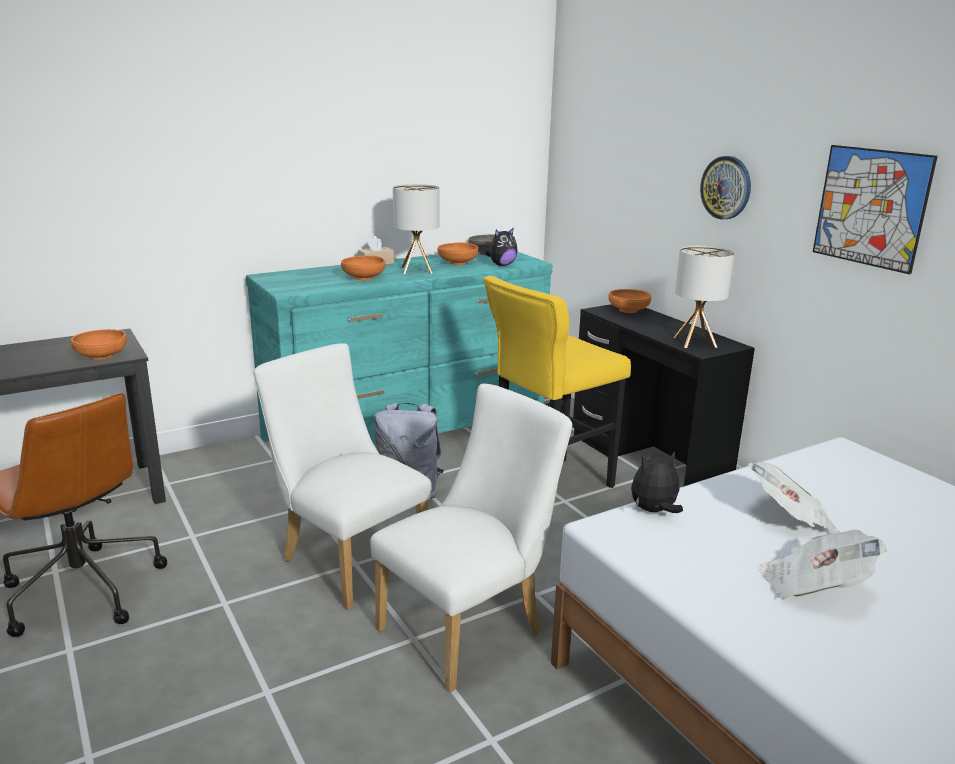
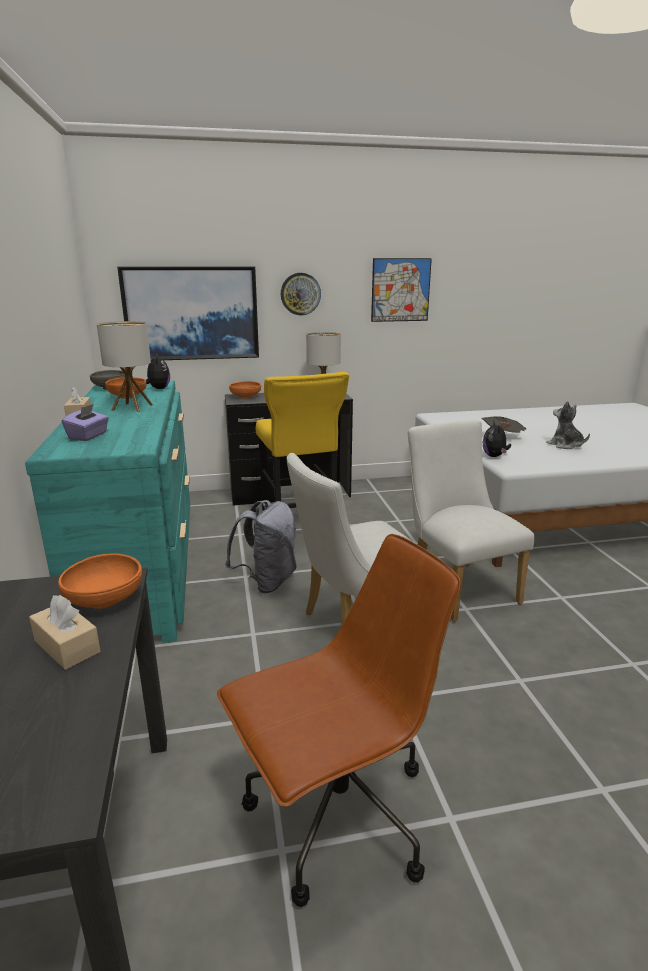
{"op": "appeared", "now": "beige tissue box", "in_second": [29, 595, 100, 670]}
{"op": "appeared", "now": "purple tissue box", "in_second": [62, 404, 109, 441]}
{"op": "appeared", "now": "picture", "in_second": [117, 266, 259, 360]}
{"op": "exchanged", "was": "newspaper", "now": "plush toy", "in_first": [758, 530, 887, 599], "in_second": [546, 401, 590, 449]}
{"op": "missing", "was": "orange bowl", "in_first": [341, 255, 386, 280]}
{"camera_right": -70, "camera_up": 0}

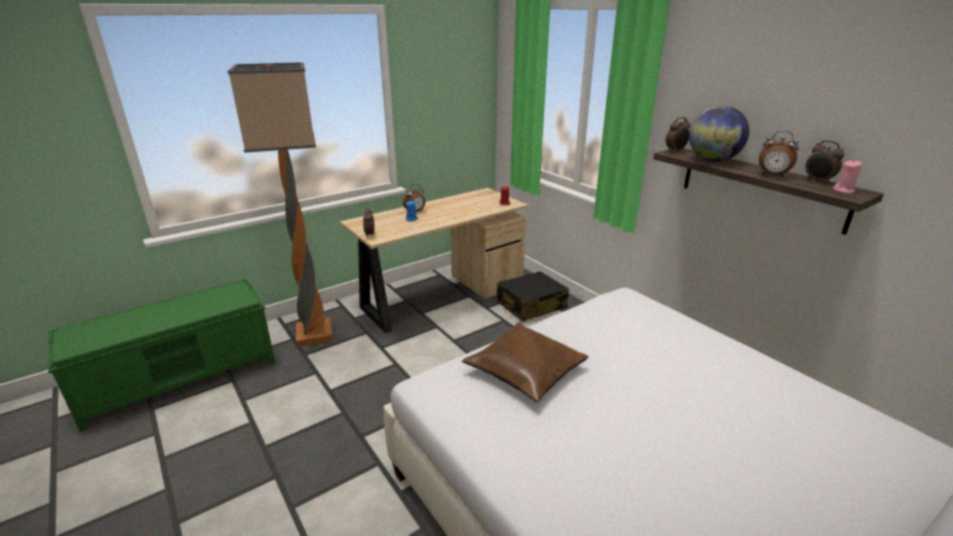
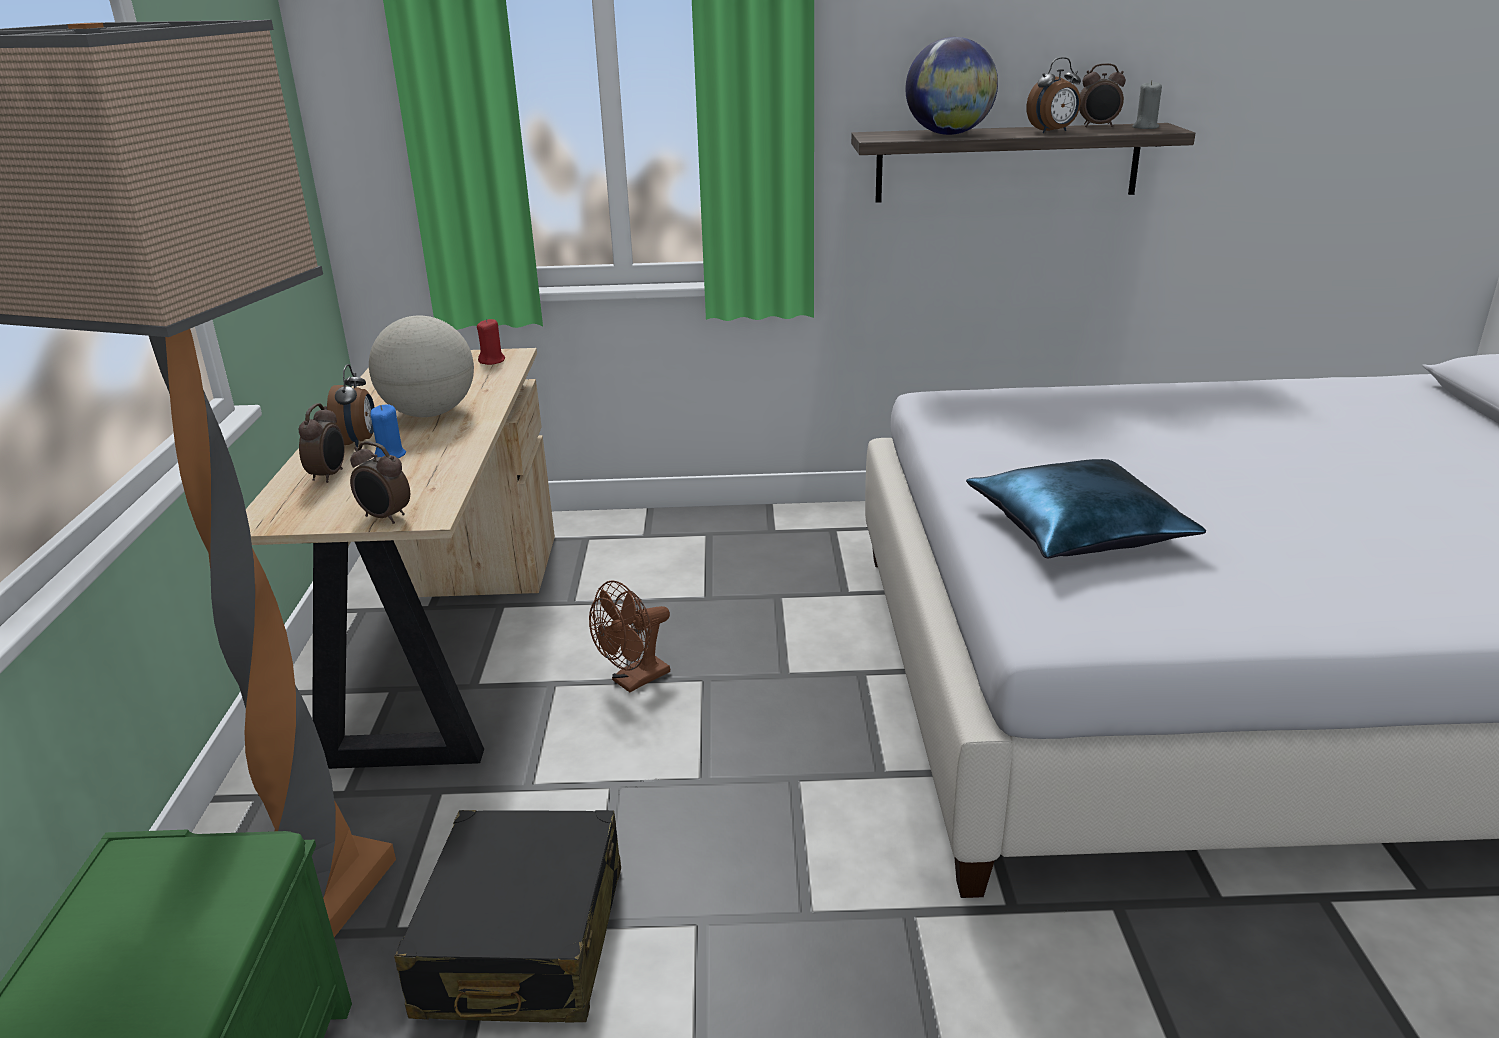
{"op": "relocated", "was": "alarm clock", "in_first": [666, 117, 690, 153], "in_second": [299, 403, 345, 483]}
{"op": "appeared", "now": "globe", "in_second": [369, 315, 474, 417]}
{"op": "relocated", "was": "black suitcase", "in_first": [496, 271, 569, 321], "in_second": [394, 810, 621, 1023]}
{"op": "appeared", "now": "brown fan", "in_second": [589, 580, 670, 692]}
{"op": "colour", "was": "brown pillow", "now": "blue pillow", "in_first": [462, 322, 588, 403], "in_second": [966, 459, 1206, 558]}
{"op": "colour", "was": "pink candle", "now": "grey candle", "in_first": [833, 160, 862, 193], "in_second": [1132, 80, 1162, 129]}
{"camera_right": -55, "camera_up": 0}

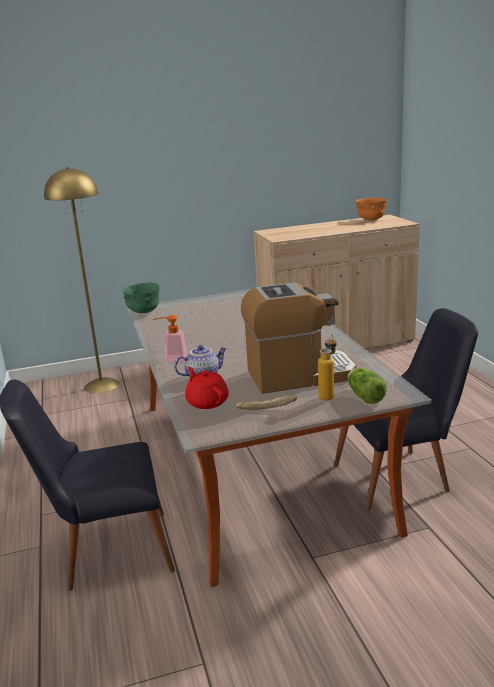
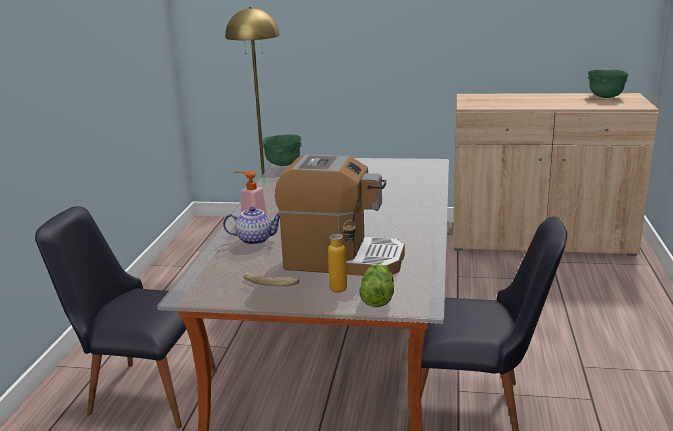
{"op": "colour", "was": "orange bowl", "now": "green bowl", "in_first": [356, 198, 387, 221], "in_second": [588, 70, 628, 98]}
{"op": "missing", "was": "red teapot", "in_first": [185, 367, 229, 409]}
{"camera_right": 25, "camera_up": 0}

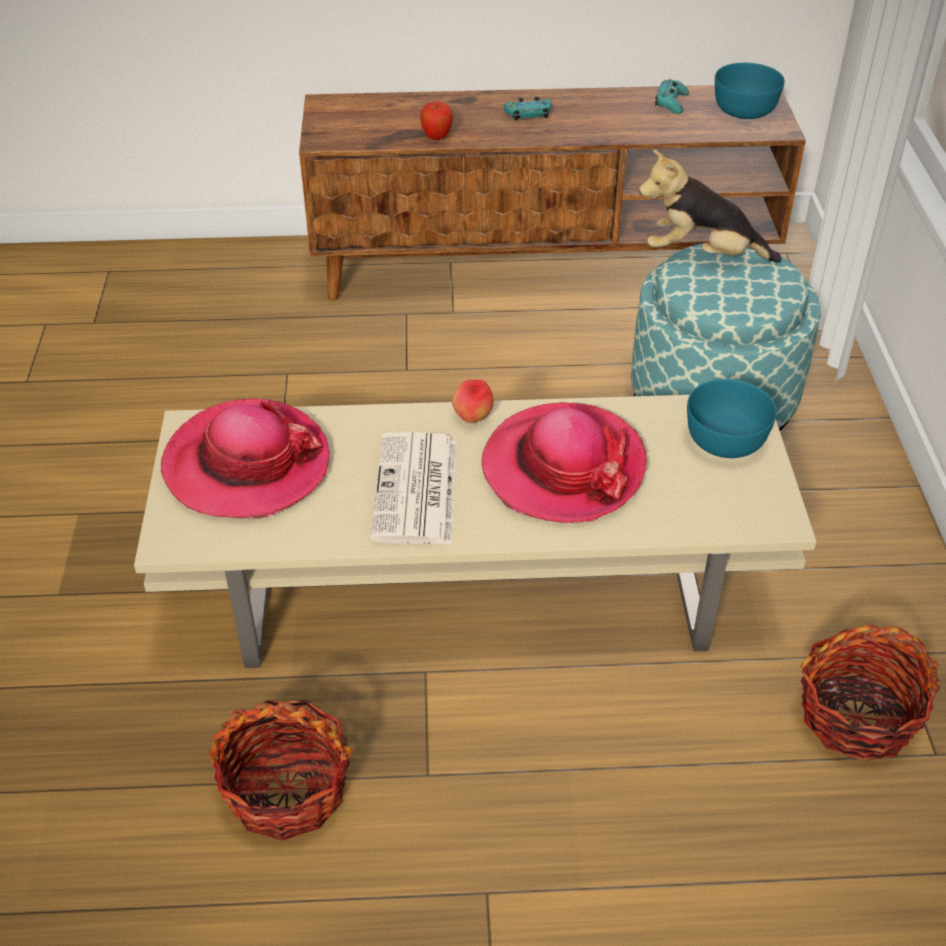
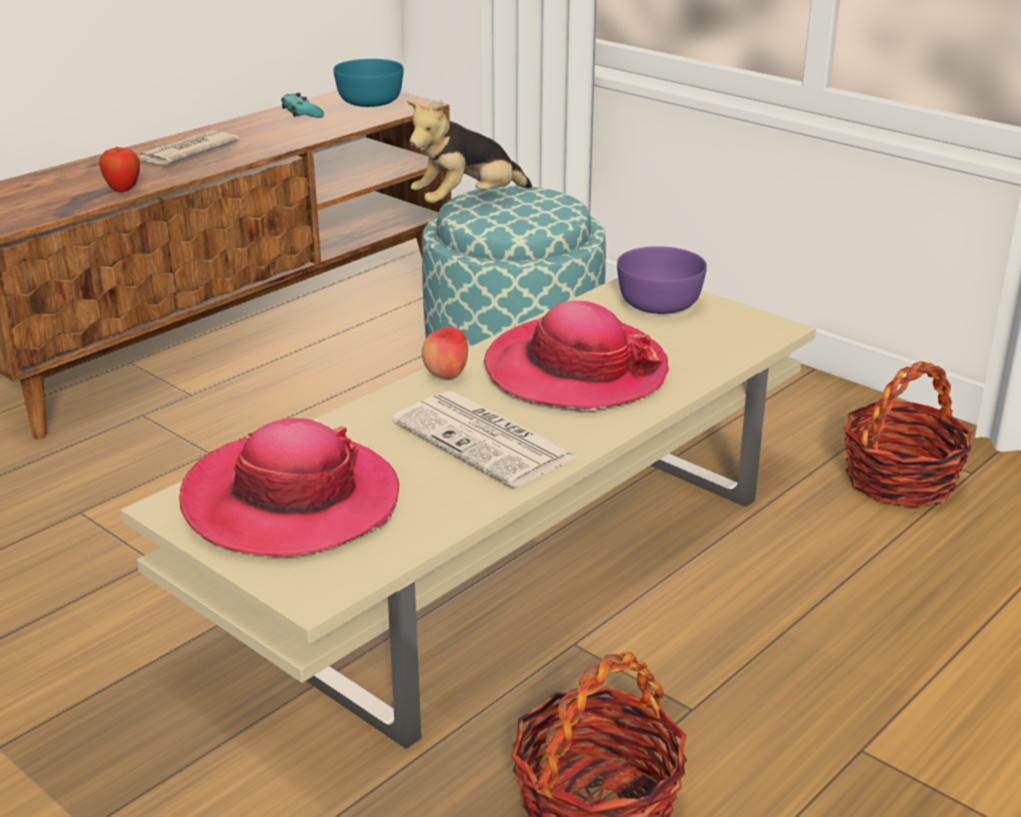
{"op": "exchanged", "was": "turquoise game controller", "now": "newspaper", "in_first": [504, 97, 551, 120], "in_second": [139, 130, 239, 165]}
{"op": "colour", "was": "turquoise bowl", "now": "purple bowl", "in_first": [687, 379, 777, 458], "in_second": [617, 246, 707, 314]}
{"camera_right": -45, "camera_up": -15}

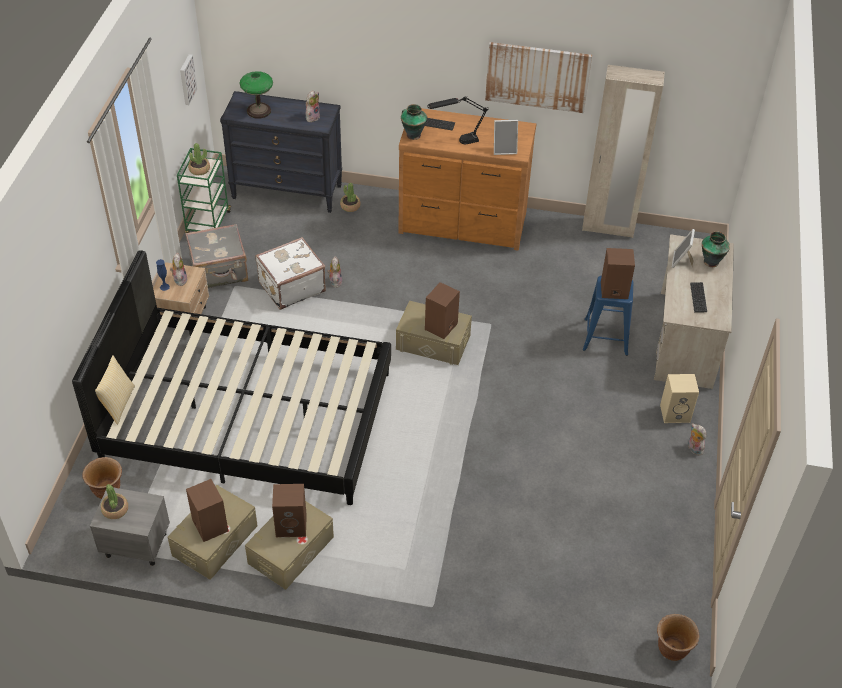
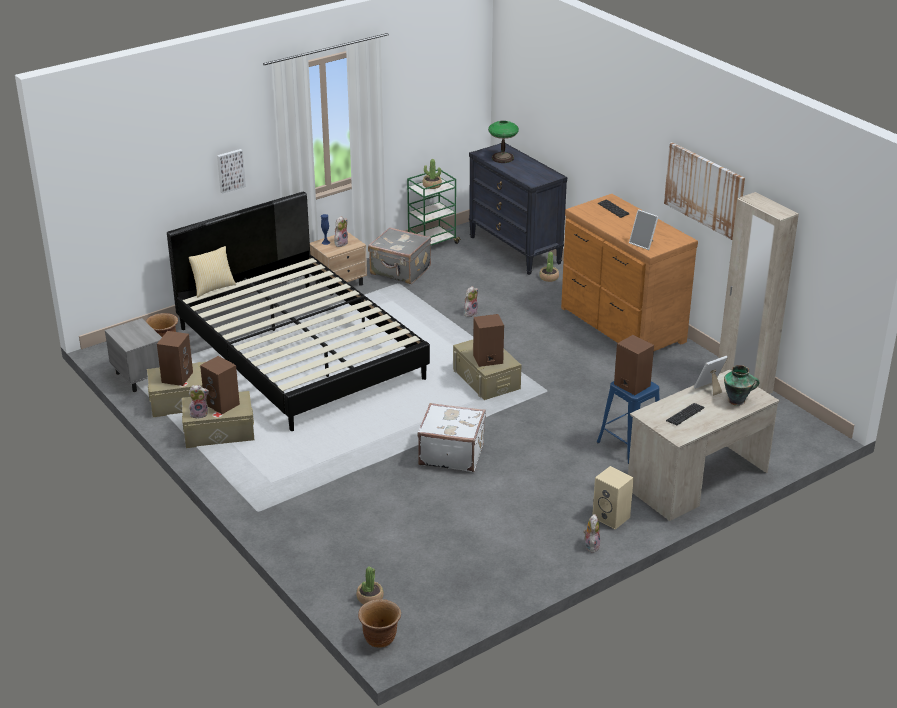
{"op": "relocated", "was": "plush toy", "in_first": [306, 90, 320, 122], "in_second": [189, 385, 209, 419]}
{"op": "relocated", "was": "picture", "in_first": [180, 54, 198, 105], "in_second": [217, 149, 246, 194]}
{"op": "relocated", "was": "potted plant", "in_first": [101, 484, 128, 519], "in_second": [356, 567, 384, 604]}
{"op": "relocated", "was": "white suitcase", "in_first": [255, 237, 326, 310], "in_second": [417, 403, 486, 472]}
{"op": "missing", "was": "vase", "in_first": [401, 104, 427, 140]}
{"op": "missing", "was": "black table lamp", "in_first": [428, 96, 489, 144]}
{"camera_right": 45, "camera_up": -15}

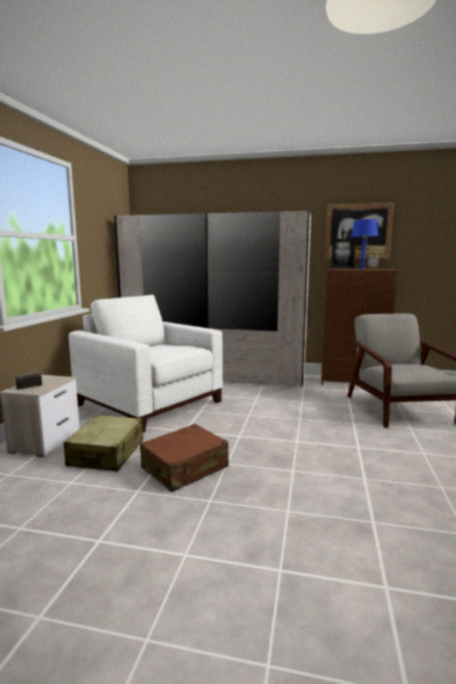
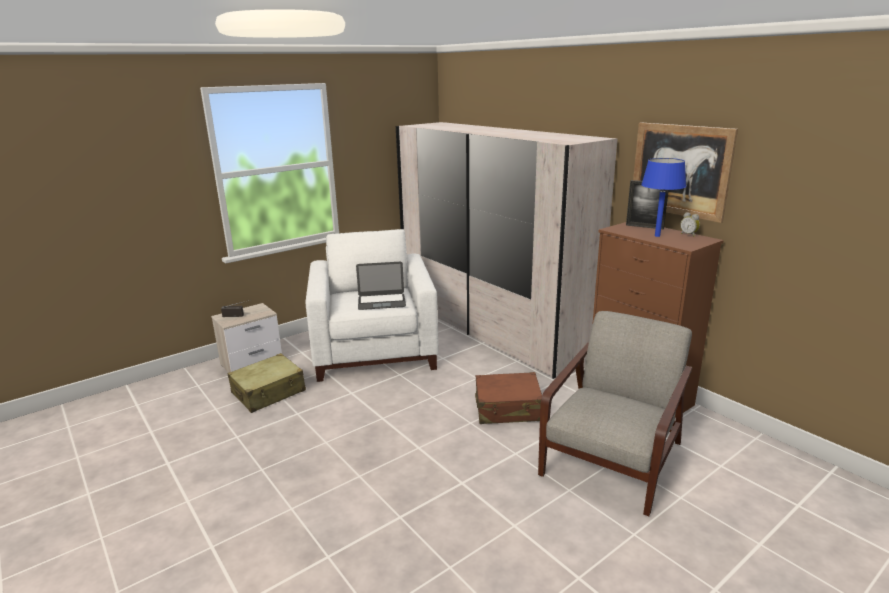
{"op": "appeared", "now": "laptop", "in_second": [356, 262, 406, 310]}
{"op": "relocated", "was": "brown suitcase", "in_first": [140, 424, 229, 492], "in_second": [475, 372, 542, 424]}
{"camera_right": 40, "camera_up": 10}

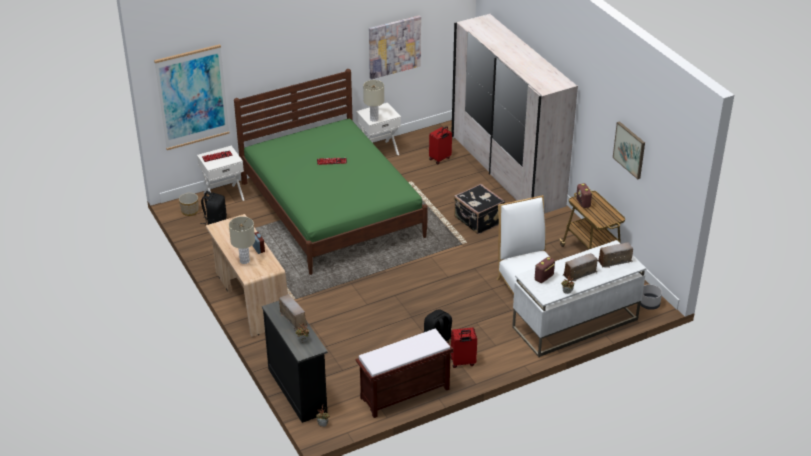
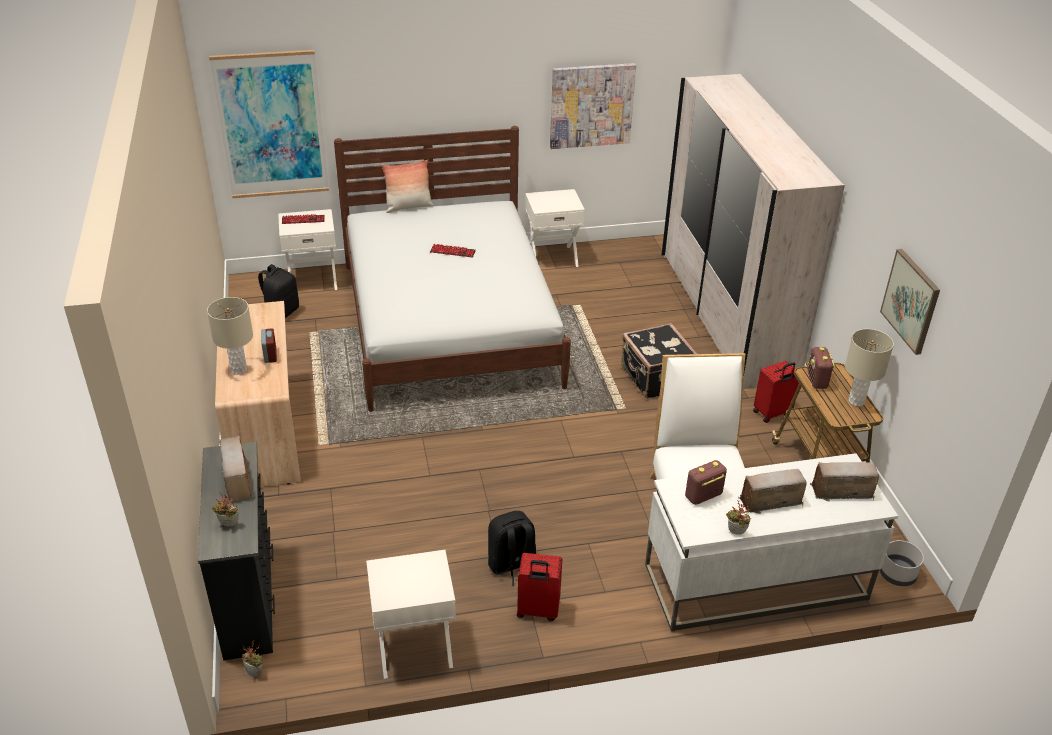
{"op": "colour", "was": "green bed", "now": "white bed", "in_first": [234, 69, 428, 275], "in_second": [334, 126, 571, 412]}
{"op": "exchanged", "was": "brown bench", "now": "white nightstand", "in_first": [355, 329, 454, 418], "in_second": [366, 550, 456, 679]}
{"op": "appeared", "now": "pillow", "in_second": [382, 159, 433, 213]}
{"op": "relocated", "was": "red suitcase", "in_first": [429, 126, 452, 164], "in_second": [753, 361, 799, 423]}
{"op": "relocated", "was": "beige table lamp", "in_first": [363, 80, 384, 122], "in_second": [845, 329, 894, 406]}
{"op": "missing", "was": "planter", "in_first": [179, 193, 199, 216]}
{"camera_right": 15, "camera_up": 0}

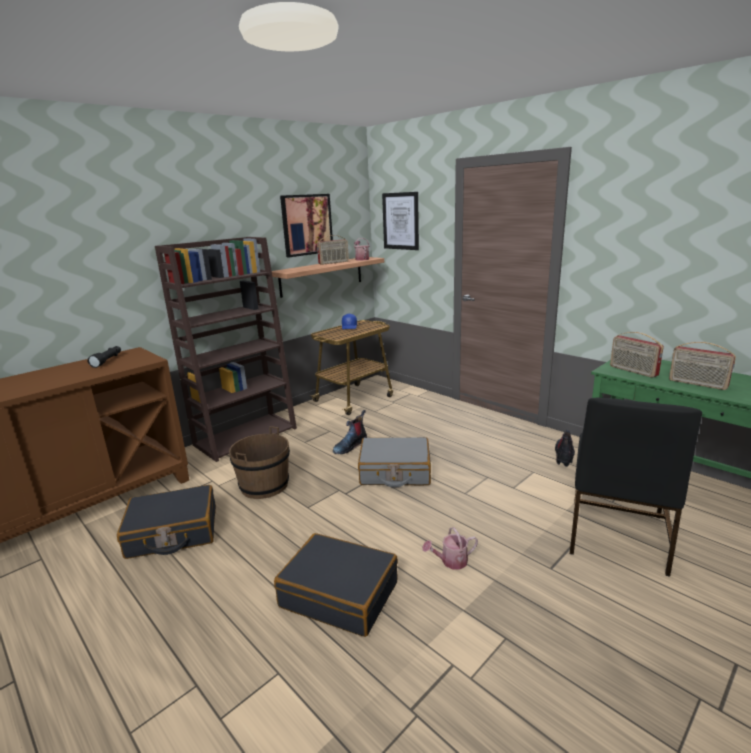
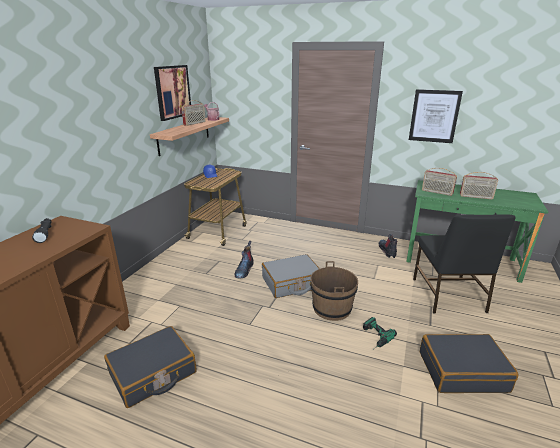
{"op": "relocated", "was": "brown bucket", "in_first": [229, 426, 290, 499], "in_second": [310, 261, 358, 321]}
{"op": "exchanged", "was": "watering can", "now": "power drill", "in_first": [422, 527, 478, 570], "in_second": [363, 317, 397, 350]}
{"op": "relocated", "was": "picture", "in_first": [382, 192, 419, 250], "in_second": [409, 89, 463, 143]}
{"op": "relocated", "was": "black suitcase", "in_first": [274, 533, 398, 637], "in_second": [420, 334, 518, 393]}
{"op": "missing", "was": "brown bookcase", "in_first": [155, 237, 297, 462]}
{"camera_right": -25, "camera_up": 5}

